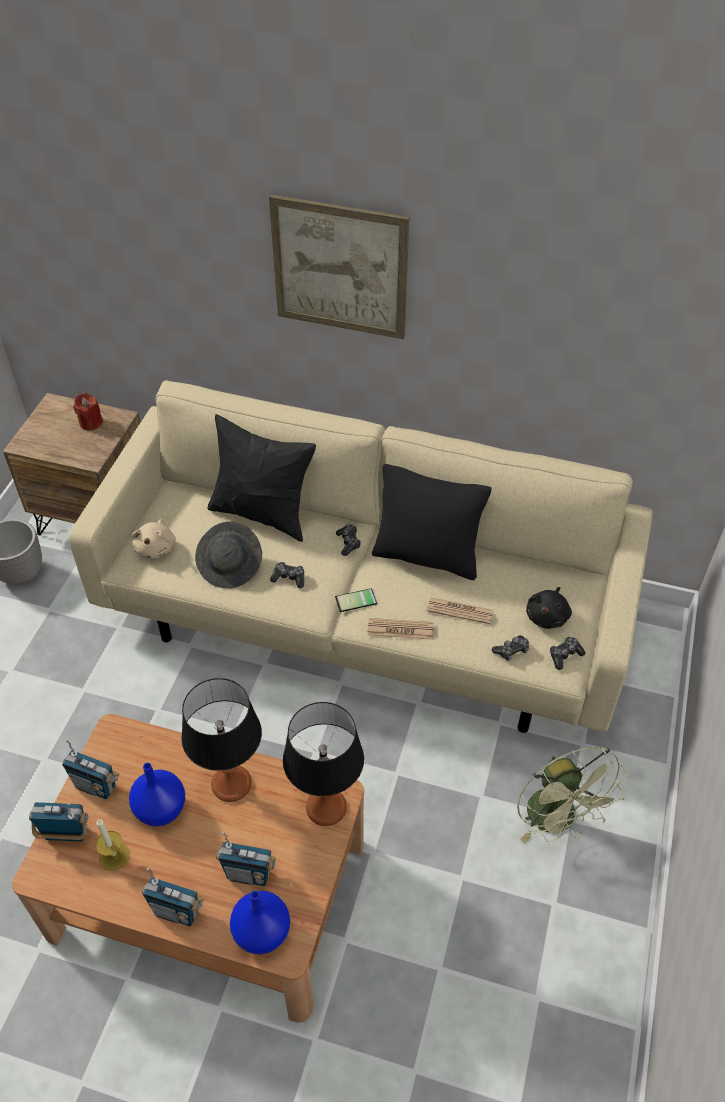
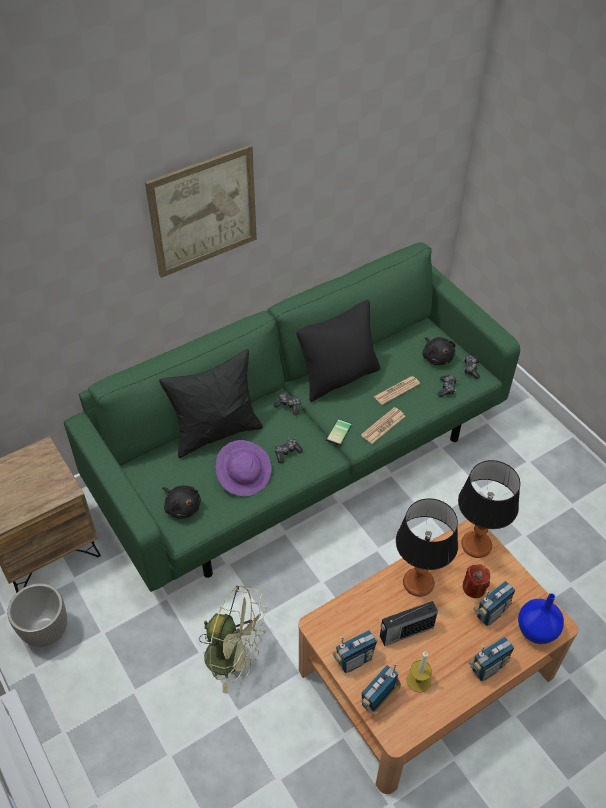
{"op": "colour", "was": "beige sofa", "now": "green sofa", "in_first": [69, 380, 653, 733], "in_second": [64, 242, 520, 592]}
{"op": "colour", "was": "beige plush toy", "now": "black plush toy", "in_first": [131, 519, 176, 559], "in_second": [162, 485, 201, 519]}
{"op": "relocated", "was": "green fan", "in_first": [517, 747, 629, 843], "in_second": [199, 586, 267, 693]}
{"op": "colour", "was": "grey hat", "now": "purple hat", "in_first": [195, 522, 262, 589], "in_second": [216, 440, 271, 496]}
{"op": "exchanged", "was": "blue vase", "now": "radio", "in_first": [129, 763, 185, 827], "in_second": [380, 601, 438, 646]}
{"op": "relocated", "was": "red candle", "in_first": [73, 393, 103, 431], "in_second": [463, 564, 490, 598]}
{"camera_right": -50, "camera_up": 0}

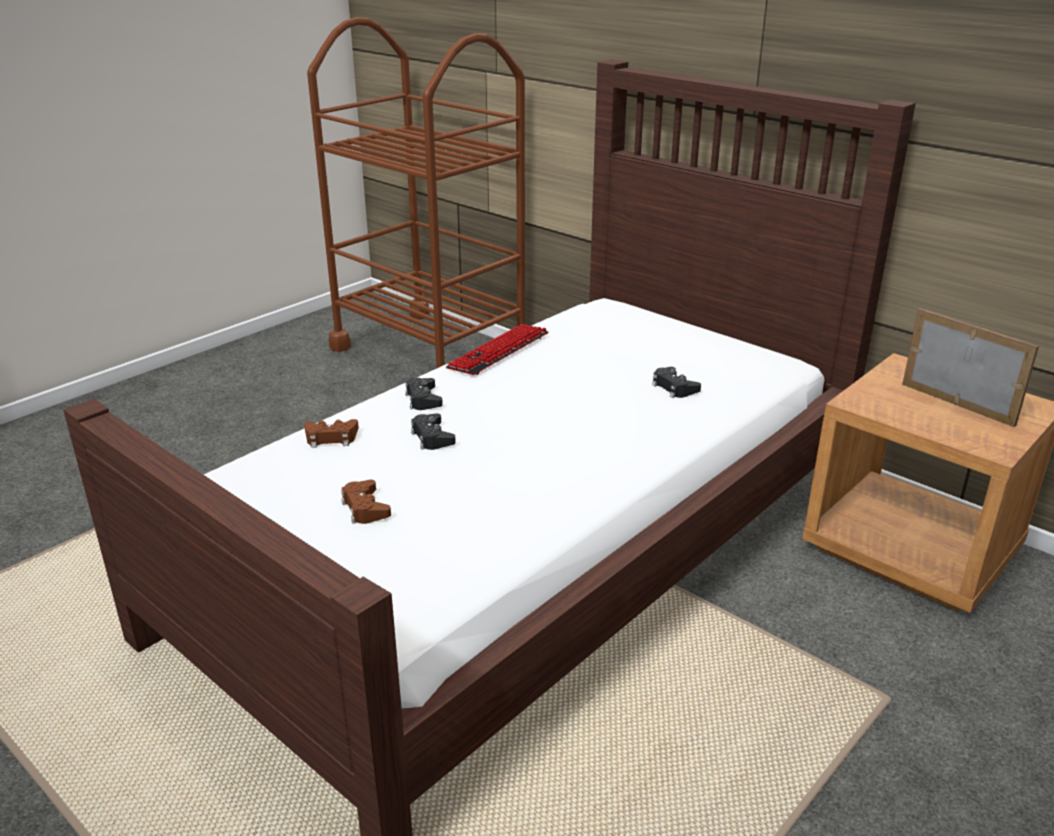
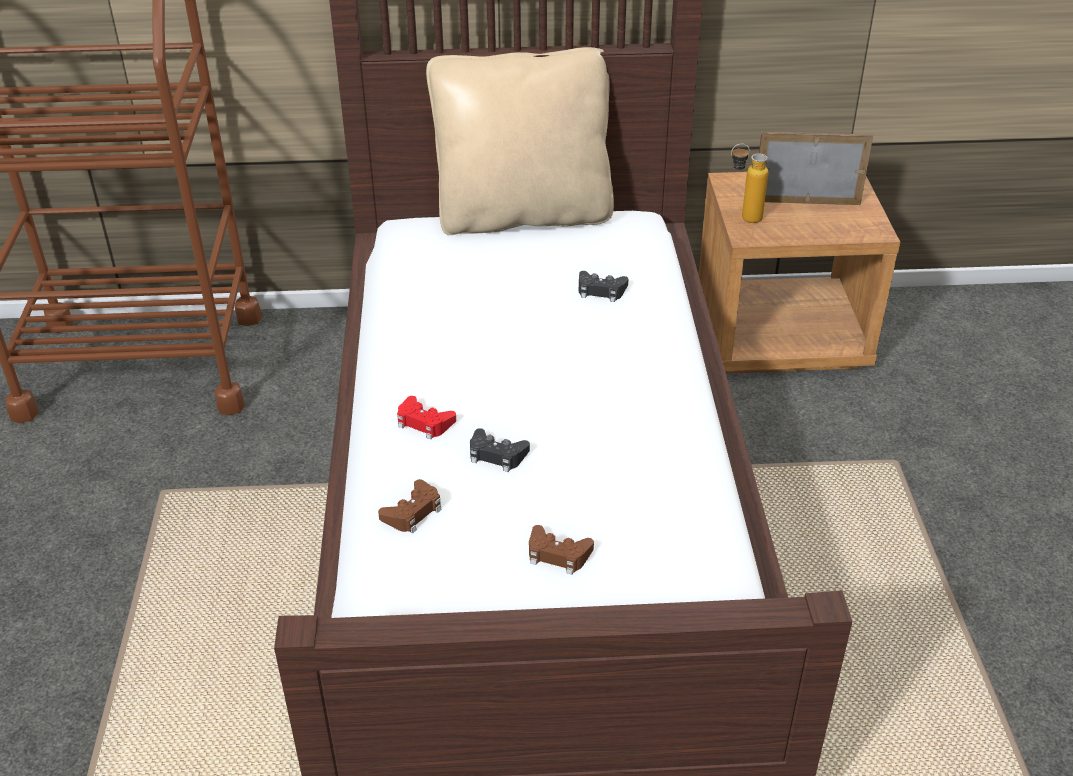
{"op": "colour", "was": "black game controller", "now": "red game controller", "in_first": [405, 378, 443, 410], "in_second": [397, 396, 456, 440]}
{"op": "appeared", "now": "beige pillow", "in_second": [426, 47, 614, 235]}
{"op": "appeared", "now": "bottle", "in_second": [731, 144, 768, 223]}
{"op": "missing", "was": "keyboard", "in_first": [446, 324, 548, 375]}
{"camera_right": -45, "camera_up": 10}

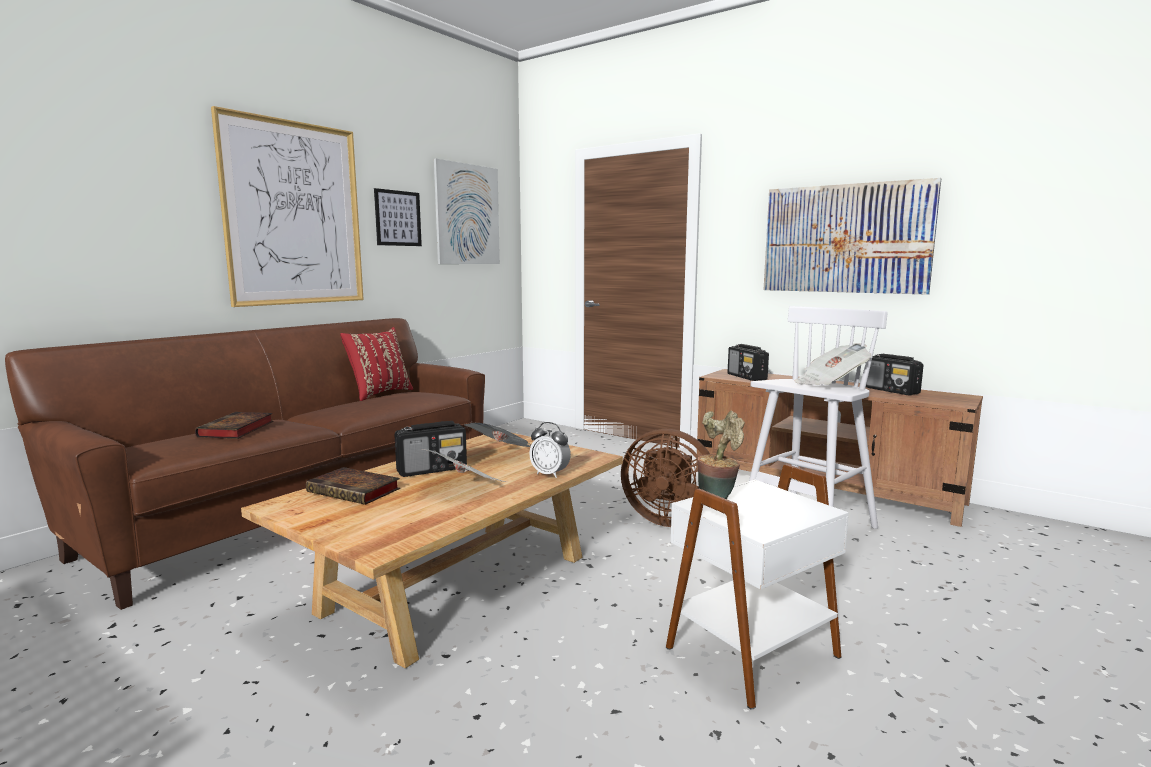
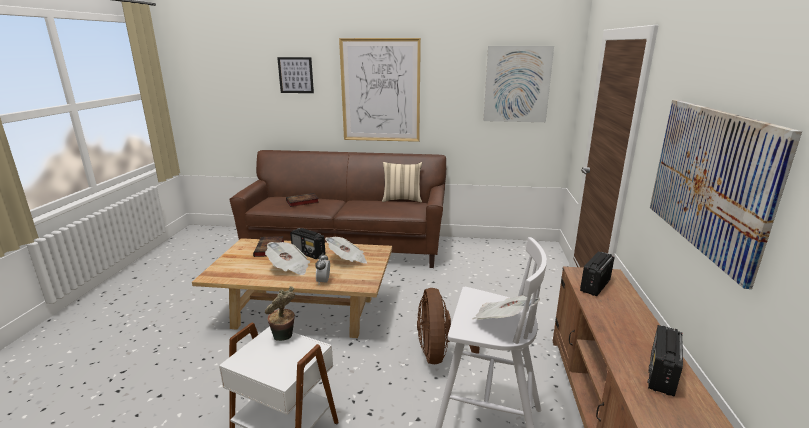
{"op": "relocated", "was": "picture", "in_first": [374, 188, 422, 246], "in_second": [277, 57, 314, 93]}
{"op": "colour", "was": "red pillow", "now": "beige pillow", "in_first": [340, 327, 413, 401], "in_second": [382, 162, 422, 202]}
{"camera_right": 60, "camera_up": 10}

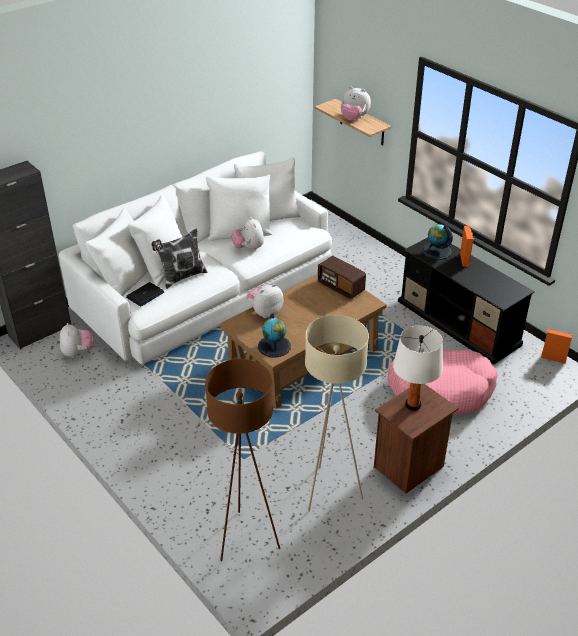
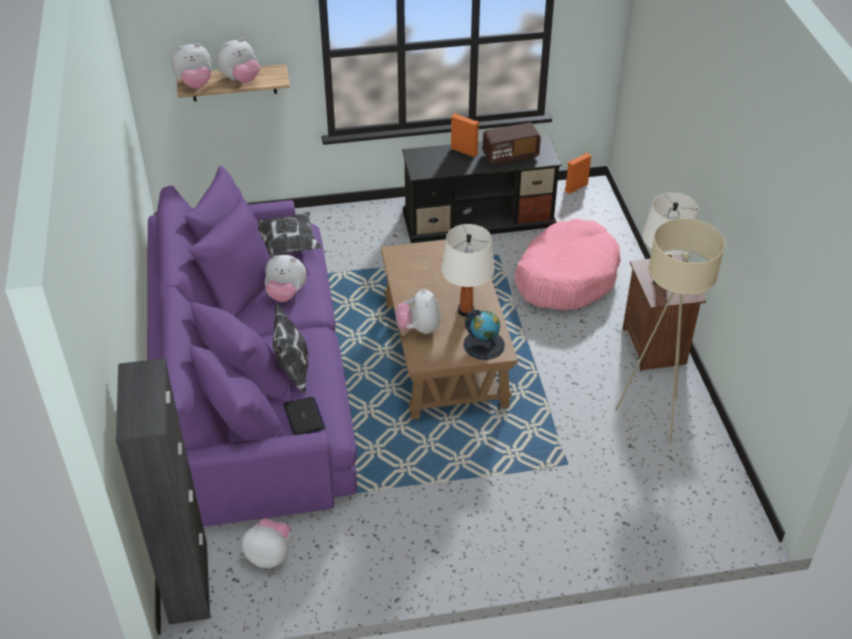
{"op": "colour", "was": "white sofa", "now": "purple sofa", "in_first": [59, 151, 332, 365], "in_second": [147, 166, 357, 527]}
{"op": "appeared", "now": "plush toy", "in_second": [171, 43, 211, 89]}
{"op": "appeared", "now": "pillow", "in_second": [258, 212, 322, 258]}
{"op": "appeared", "now": "white table lamp", "in_second": [441, 224, 494, 317]}
{"op": "relocated", "was": "radio", "in_first": [318, 256, 366, 299], "in_second": [483, 123, 541, 165]}
{"op": "missing", "was": "brown floor lamp", "in_first": [205, 359, 280, 561]}
{"op": "missing", "was": "globe", "in_first": [422, 224, 453, 260]}
{"camera_right": -60, "camera_up": 5}

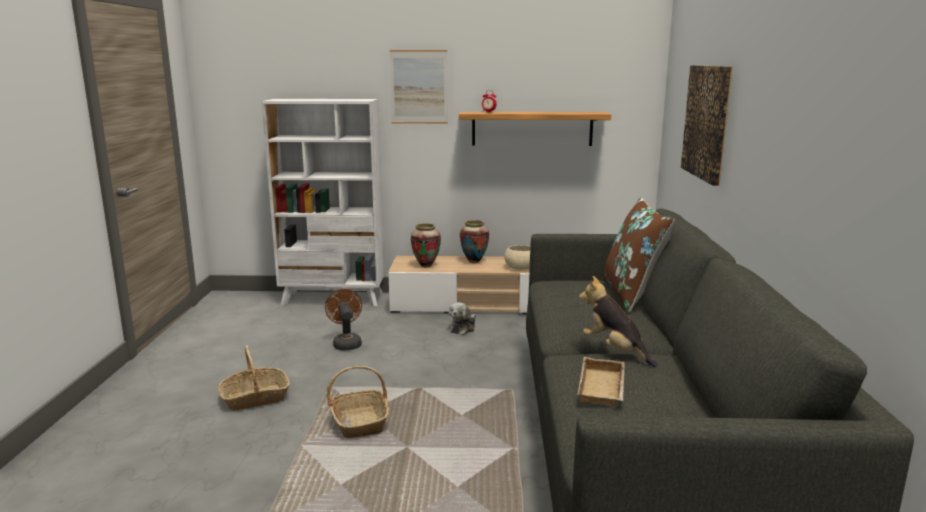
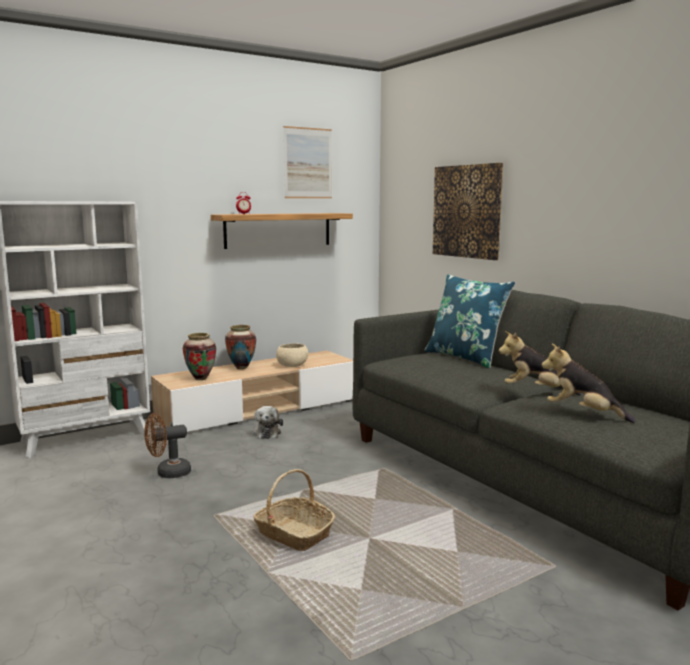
{"op": "spun", "was": "brown fan", "in_first": [325, 289, 362, 351], "in_second": [144, 413, 191, 478], "clockwise": -60}
{"op": "relocated", "was": "picture", "in_first": [390, 50, 448, 124], "in_second": [283, 126, 332, 198]}
{"op": "colour", "was": "brown pillow", "now": "blue pillow", "in_first": [603, 197, 675, 313], "in_second": [424, 274, 515, 368]}
{"op": "exchanged", "was": "beige tray", "now": "plush toy", "in_first": [577, 357, 625, 405], "in_second": [541, 344, 635, 423]}
{"op": "missing", "was": "basket", "in_first": [218, 345, 290, 411]}
{"camera_right": -35, "camera_up": -5}

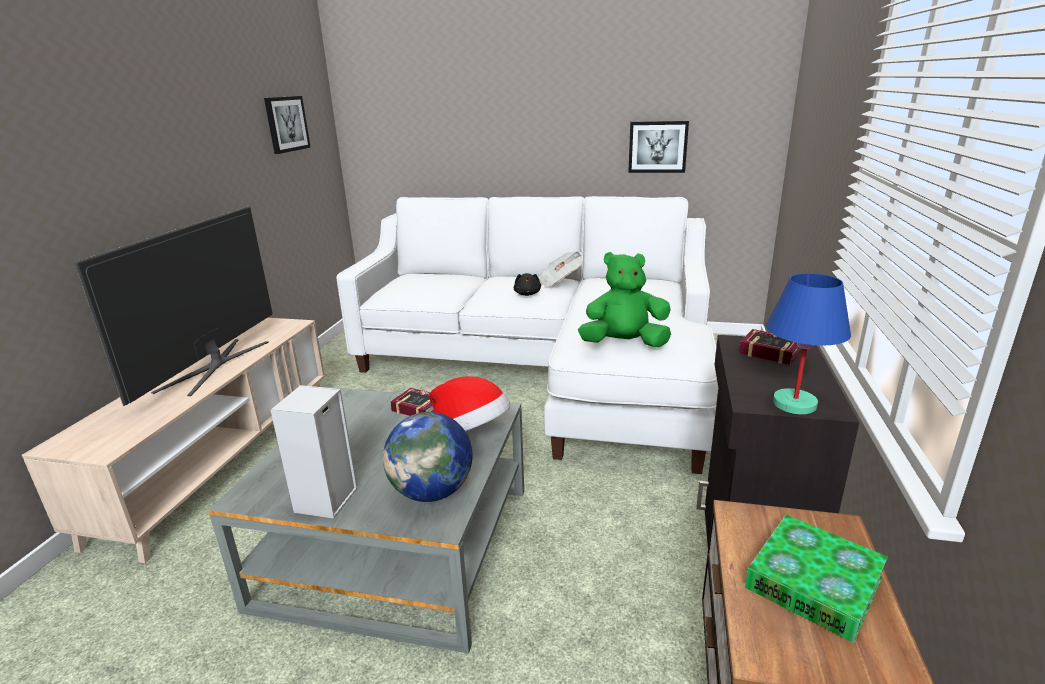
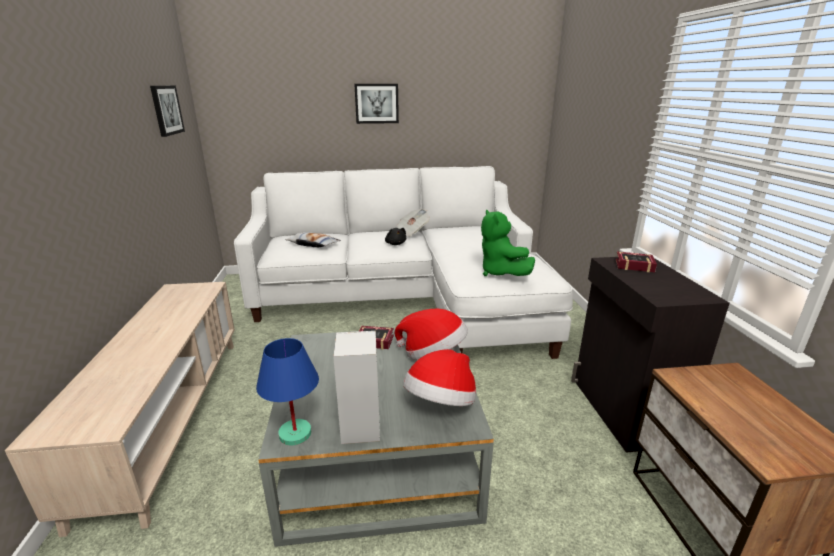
{"op": "relocated", "was": "blue table lamp", "in_first": [766, 273, 851, 414], "in_second": [256, 338, 319, 446]}
{"op": "appeared", "now": "pillow", "in_second": [285, 232, 341, 247]}
{"op": "relocated", "was": "picture", "in_first": [628, 121, 689, 173], "in_second": [354, 84, 399, 124]}
{"op": "exchanged", "was": "globe", "now": "hat", "in_first": [383, 412, 472, 502], "in_second": [403, 349, 476, 406]}
{"op": "spun", "was": "green plush toy", "in_first": [578, 252, 671, 347], "in_second": [481, 209, 535, 276], "clockwise": -90}
{"op": "missing", "was": "television", "in_first": [74, 206, 273, 406]}
{"op": "missing", "was": "book", "in_first": [745, 515, 888, 643]}
{"camera_right": -20, "camera_up": 0}

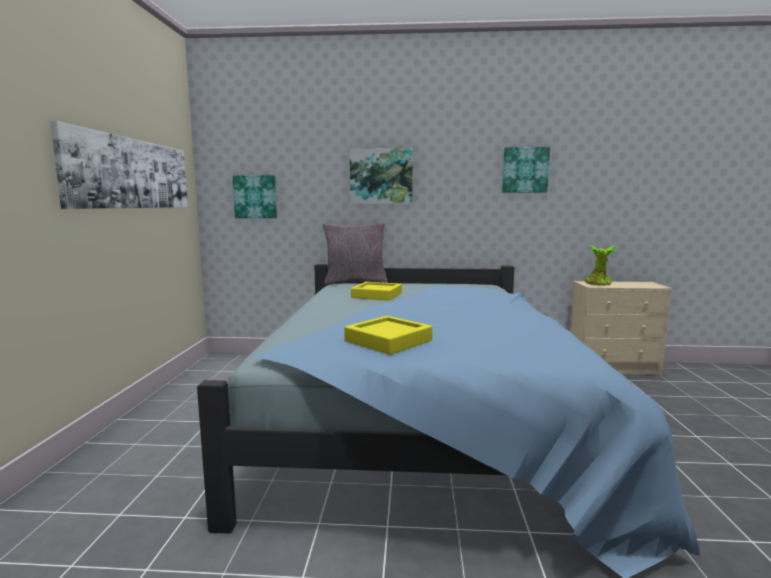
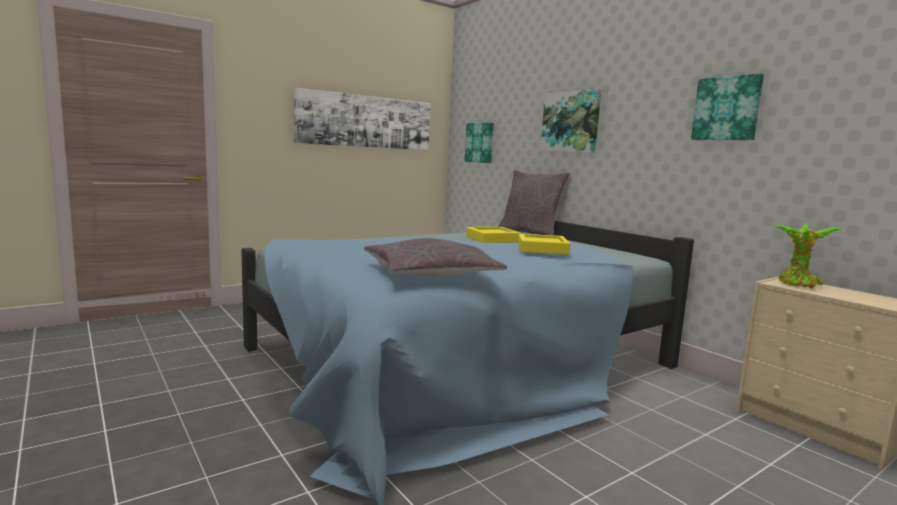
{"op": "appeared", "now": "grey pillow", "in_second": [364, 238, 507, 277]}
{"op": "relocated", "was": "yellow tray", "in_first": [344, 316, 432, 355], "in_second": [518, 234, 570, 255]}
{"camera_right": 50, "camera_up": 0}

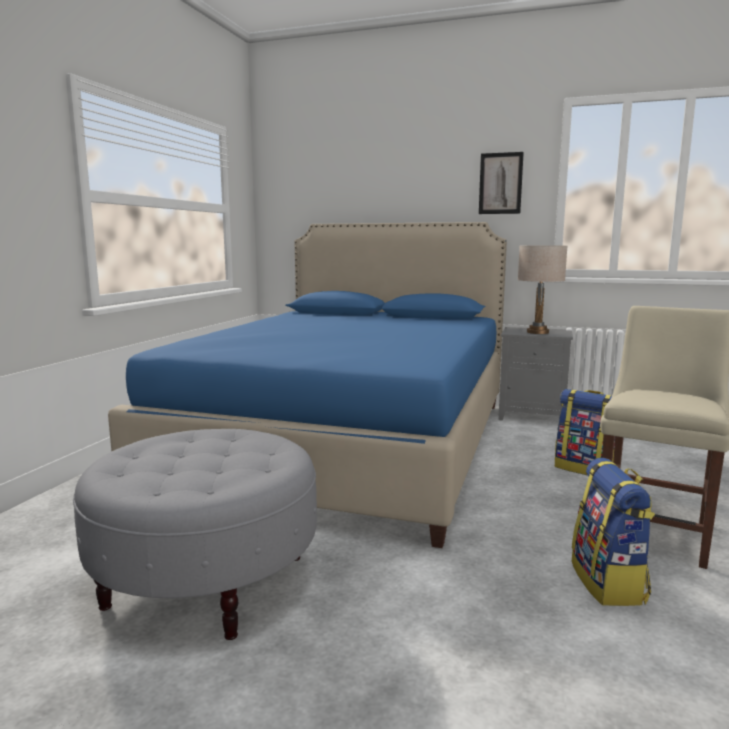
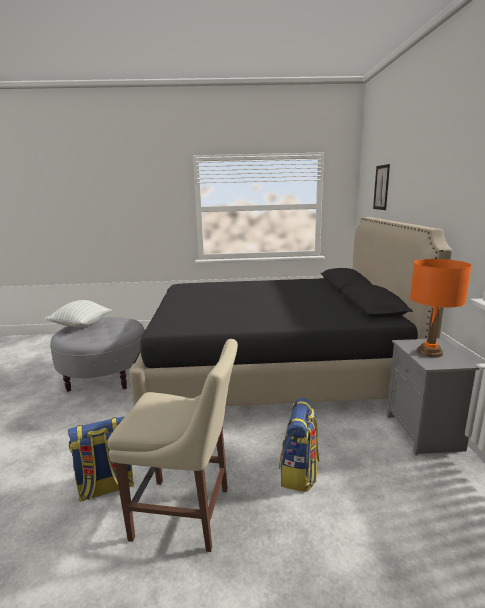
{"op": "appeared", "now": "pillow", "in_second": [45, 300, 112, 328]}
{"op": "colour", "was": "blue bed", "now": "black bed", "in_first": [108, 222, 507, 548], "in_second": [129, 217, 452, 407]}
{"op": "relocated", "was": "picture", "in_first": [479, 152, 524, 214], "in_second": [373, 164, 390, 210]}
{"op": "colour", "was": "beige table lamp", "now": "orange table lamp", "in_first": [518, 245, 567, 334], "in_second": [410, 259, 472, 358]}
{"camera_right": 70, "camera_up": 5}

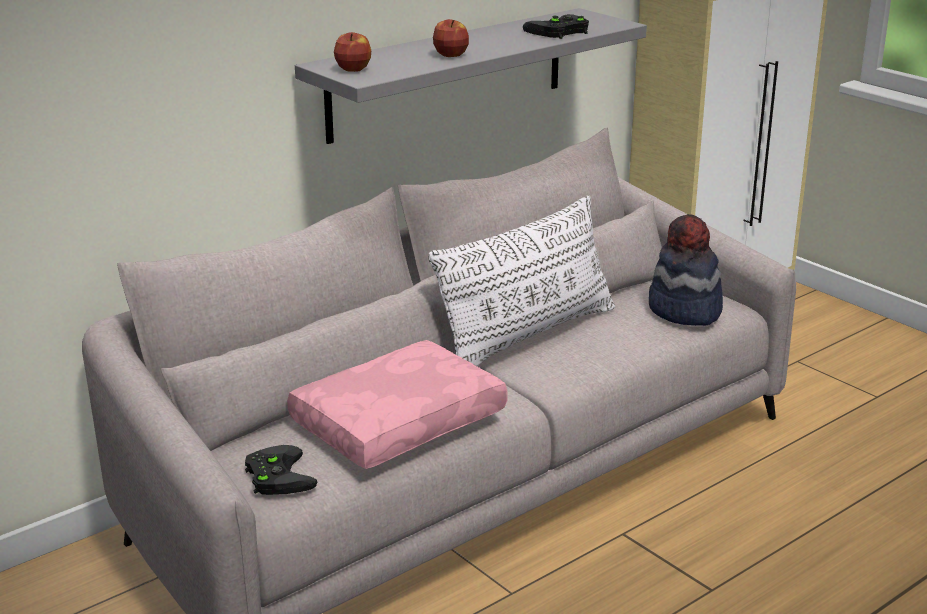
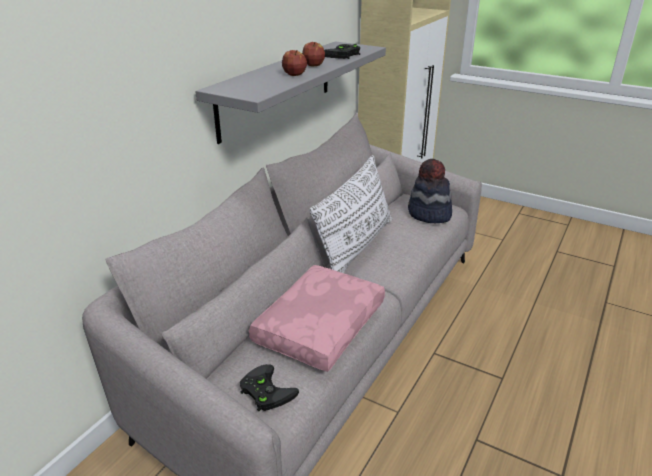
{"op": "relocated", "was": "apple", "in_first": [334, 32, 371, 72], "in_second": [302, 42, 325, 66]}
{"camera_right": -20, "camera_up": 5}

